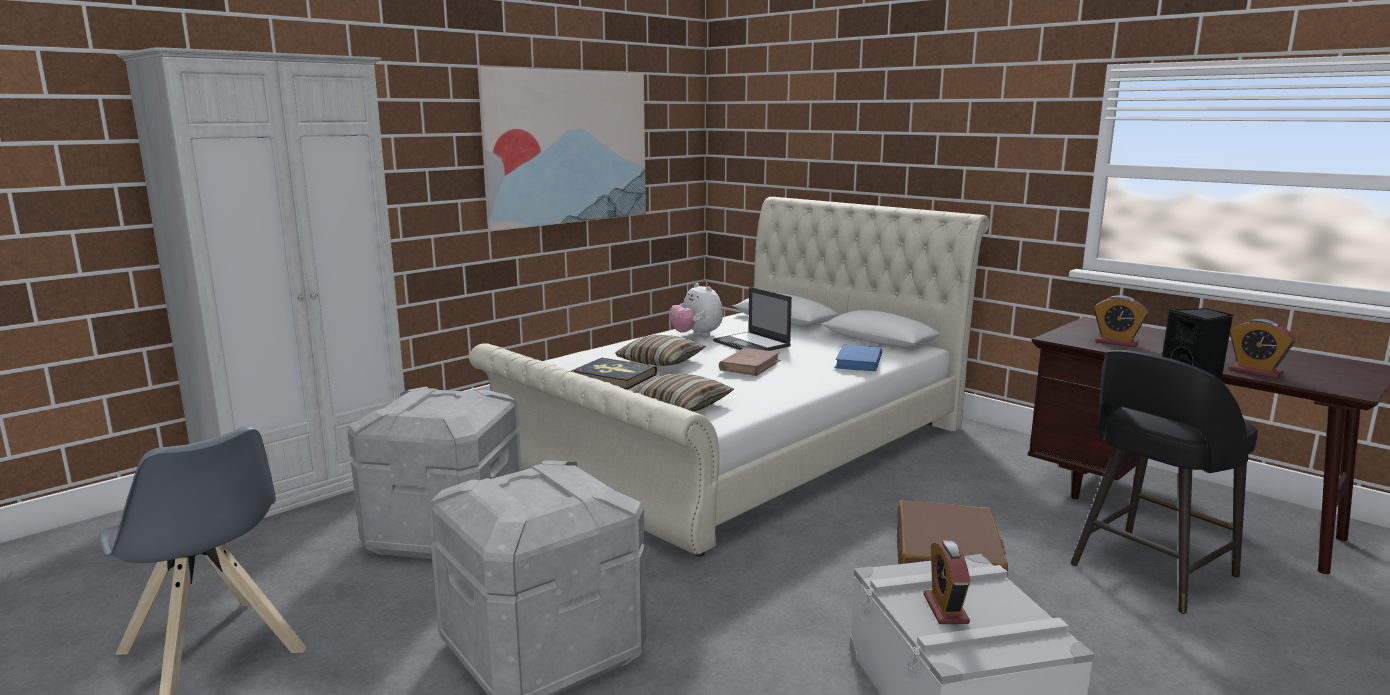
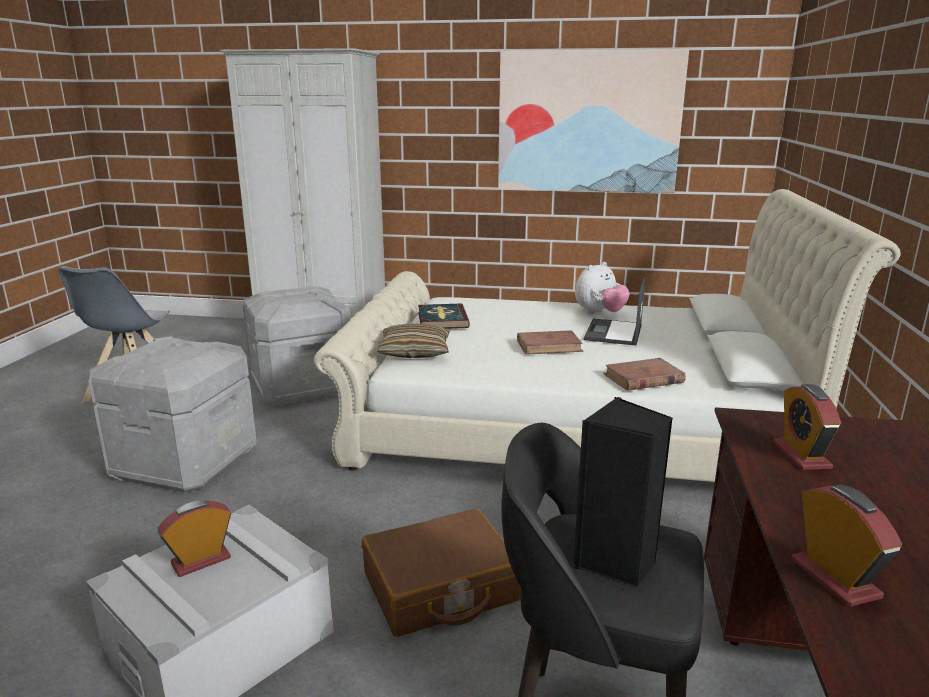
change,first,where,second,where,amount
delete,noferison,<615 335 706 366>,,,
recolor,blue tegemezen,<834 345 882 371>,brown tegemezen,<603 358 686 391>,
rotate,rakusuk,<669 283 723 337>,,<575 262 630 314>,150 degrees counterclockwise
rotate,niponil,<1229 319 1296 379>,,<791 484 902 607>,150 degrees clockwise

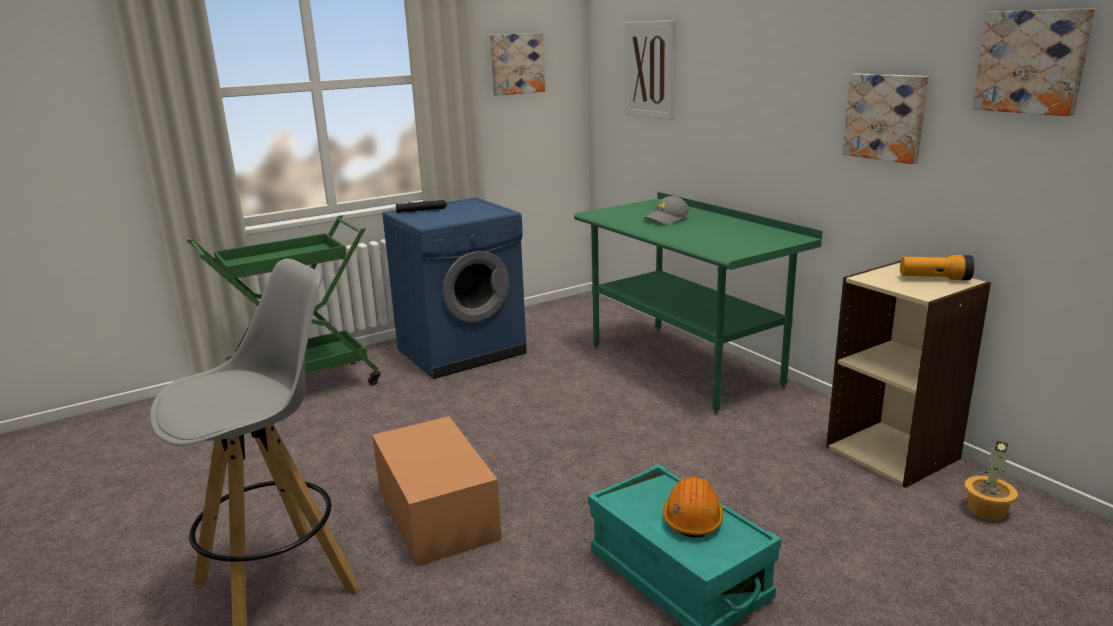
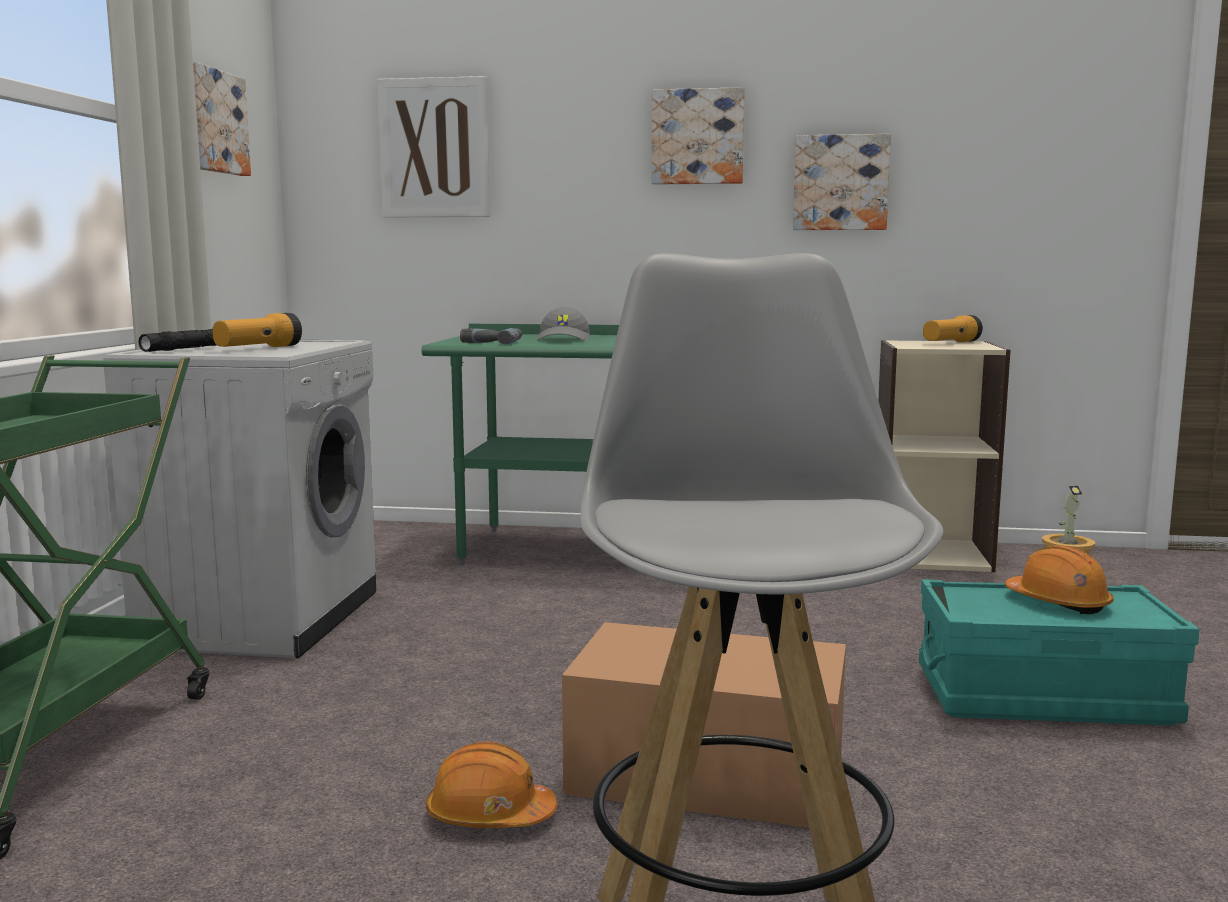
change,first,where,second,where,amount
insert,,,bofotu,<213 313 302 347>,
insert,,,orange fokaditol,<426 741 558 828>,
insert,,,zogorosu,<460 328 522 344>,
move,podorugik,<972 8 1095 116>,,<652 87 745 185>,
recolor,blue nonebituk,<382 197 527 379>,white nonebituk,<103 340 376 658>,

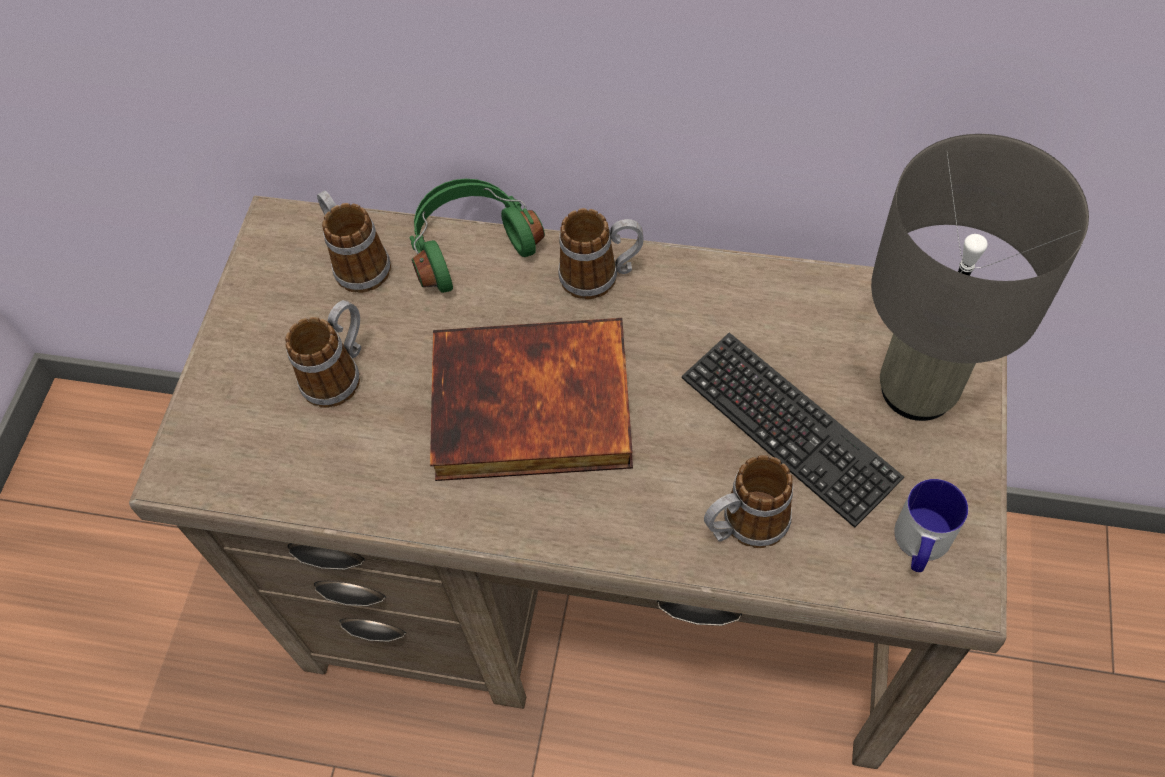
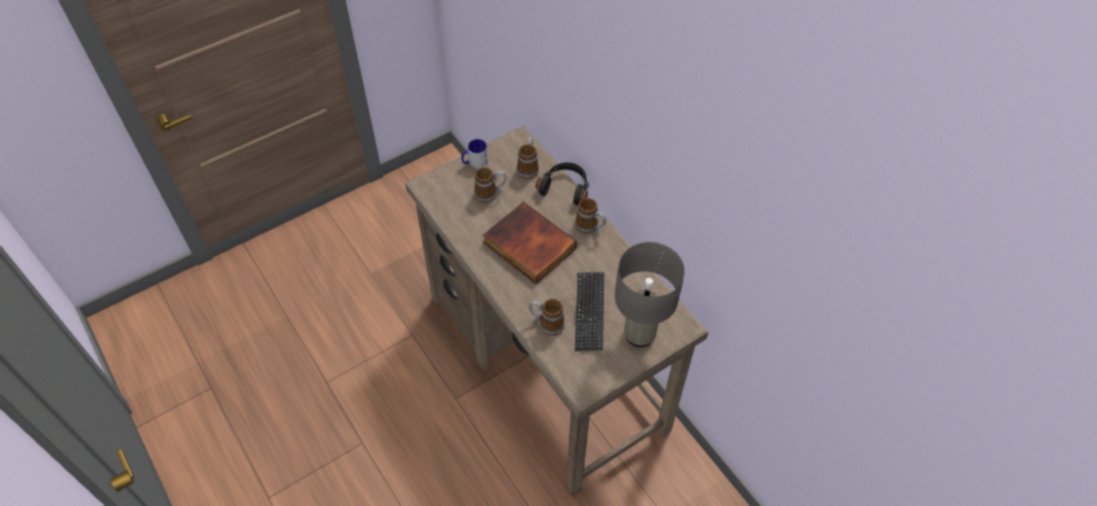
change,first,where,second,where,amount
move,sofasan,<894 479 968 572>,,<461 139 488 168>,
recolor,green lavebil,<410 179 545 293>,black lavebil,<535 162 589 205>,

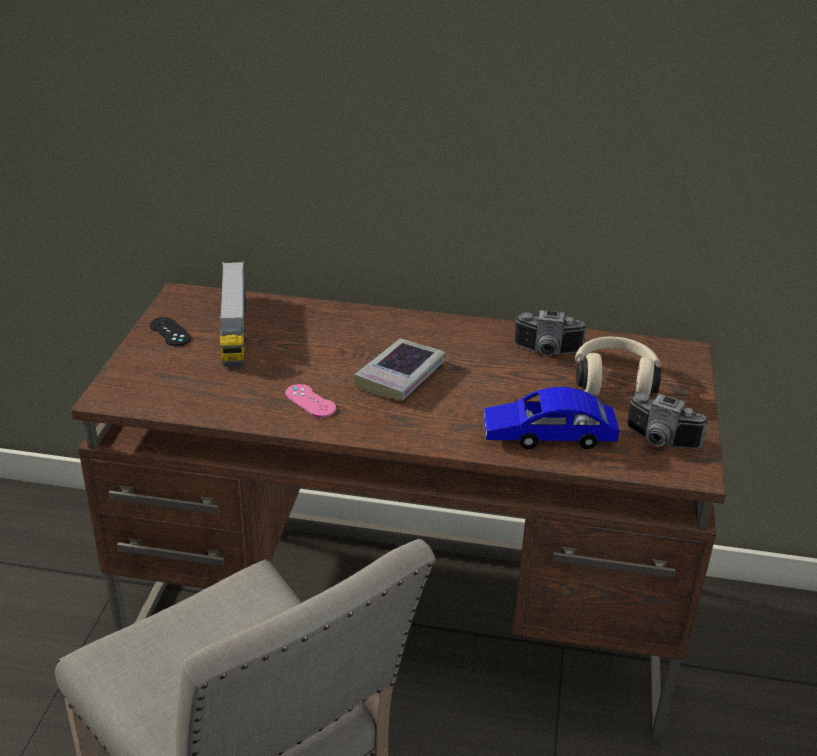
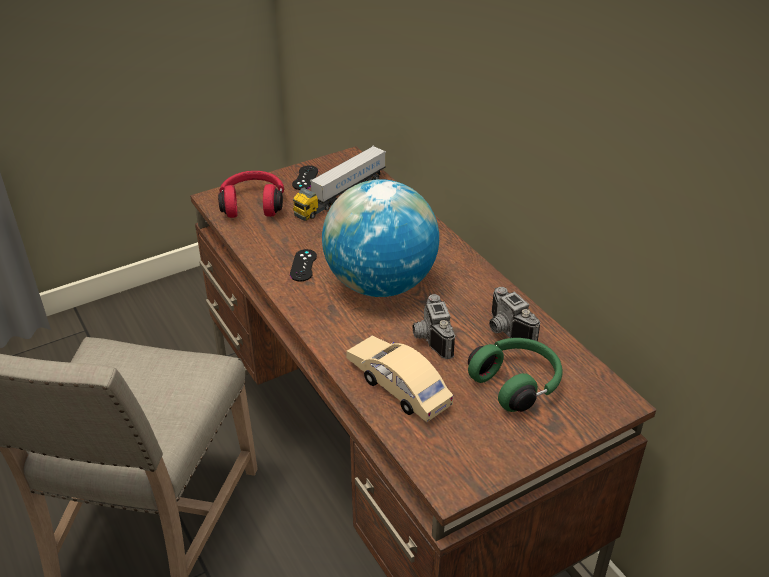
change,first,where,second,where,amount
insert,,,red lavebil,<218 171 284 218>,
move,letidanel,<626 393 709 449>,,<413 294 455 359>,
replace,tegemezen,<354 338 446 401>,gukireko,<322 179 439 297>,
recolor,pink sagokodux,<285 384 336 417>,black sagokodux,<290 249 317 282>,
recolor,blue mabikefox,<483 387 620 449>,beige mabikefox,<346 336 453 422>,
recolor,beige lavebil,<575 336 661 396>,green lavebil,<468 338 562 412>,

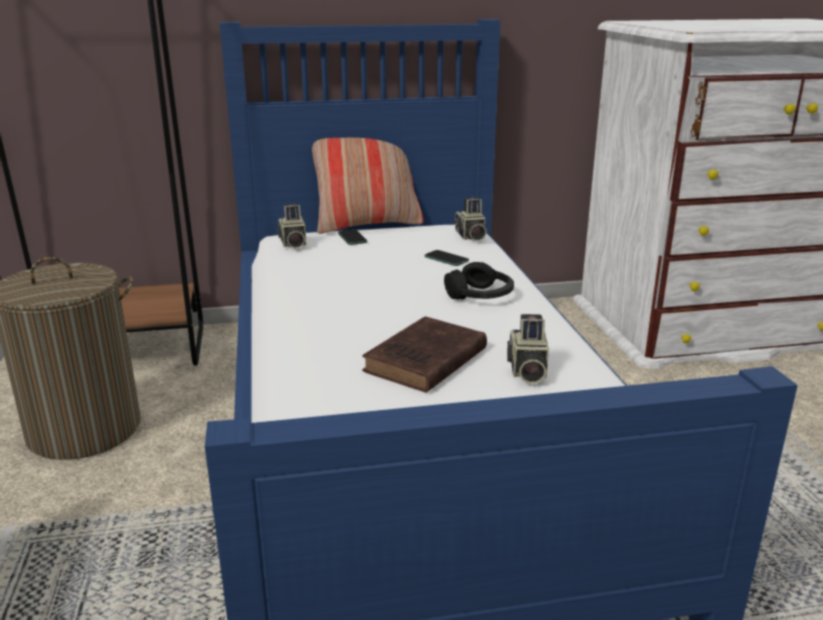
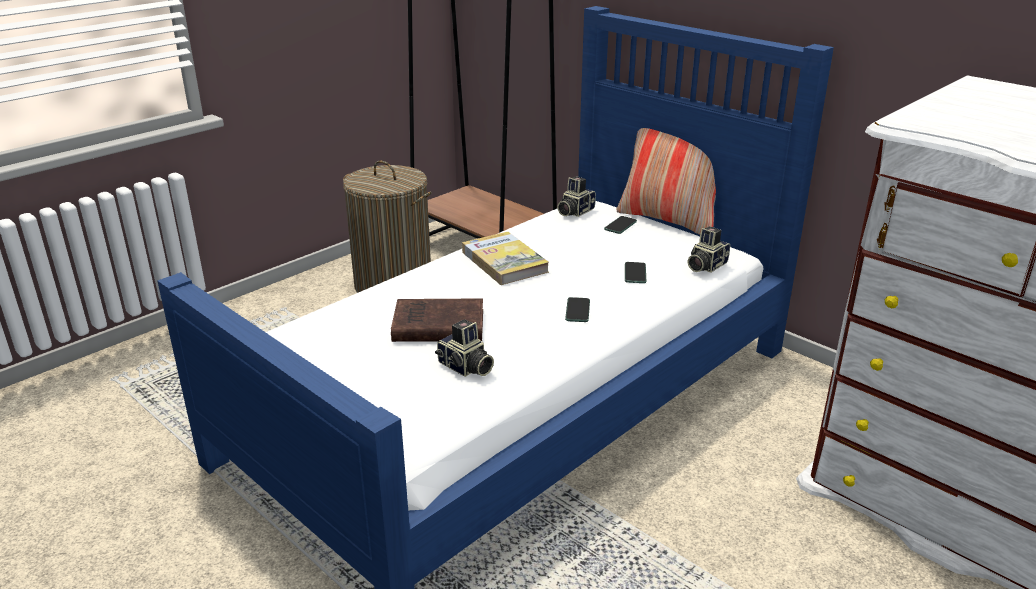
change,first,where,second,where,amount
insert,,,tegemezen,<462 232 549 285>,
replace,black lavebil,<444 262 514 299>,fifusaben,<565 297 590 322>,
rotate,letidanel,<507 314 549 384>,,<435 319 494 377>,105 degrees counterclockwise

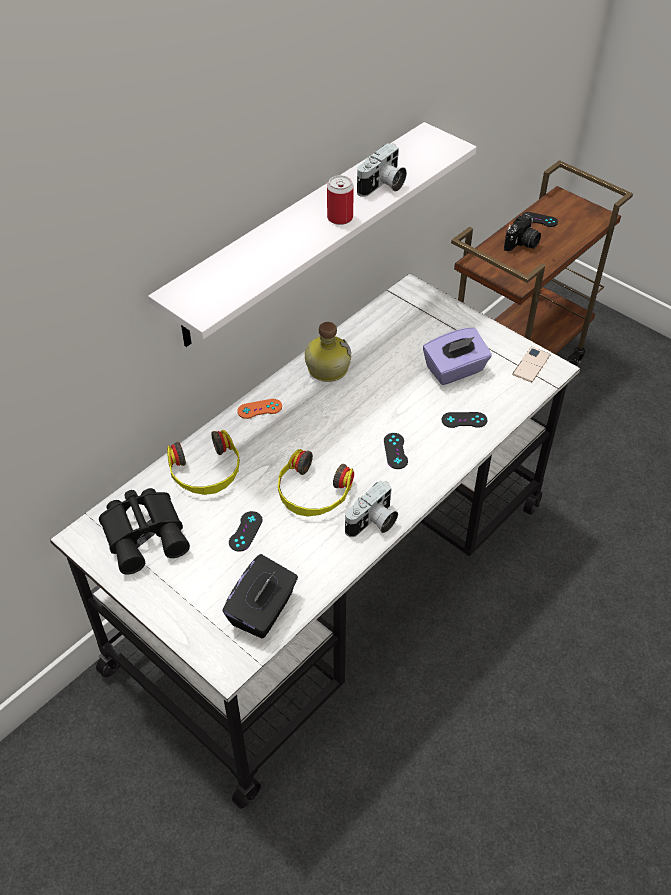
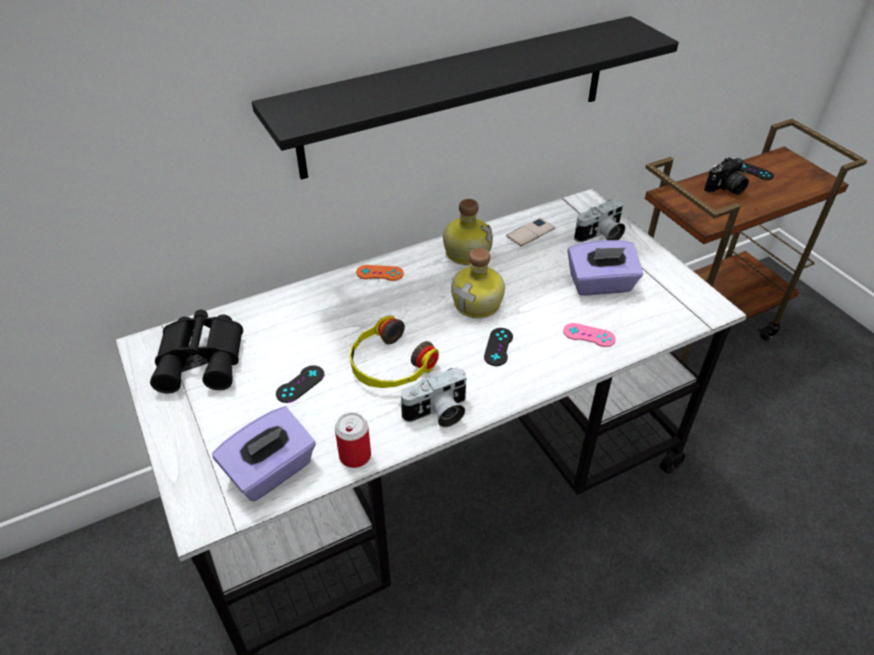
change,first,where,second,where,amount
delete,lavebil,<167 430 240 495>,,,
insert,,,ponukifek,<451 248 505 318>,
move,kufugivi,<327 175 354 225>,,<335 412 371 468>,
move,letidanel,<357 143 407 197>,,<574 199 625 243>,
move,fifusaben,<512 347 551 382>,,<506 218 555 246>,
recolor,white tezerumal,<148 122 477 347>,black tezerumal,<252 16 679 179>,
recolor,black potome,<222 554 298 638>,purple potome,<212 407 316 501>,
recolor,black sagokodux,<442 412 487 428>,pink sagokodux,<563 323 616 347>,

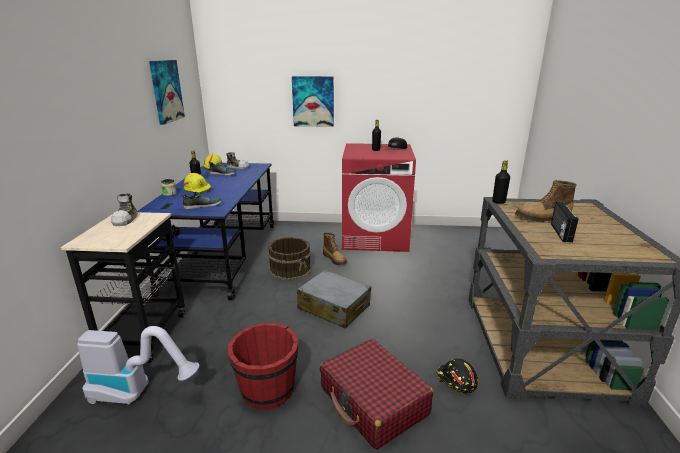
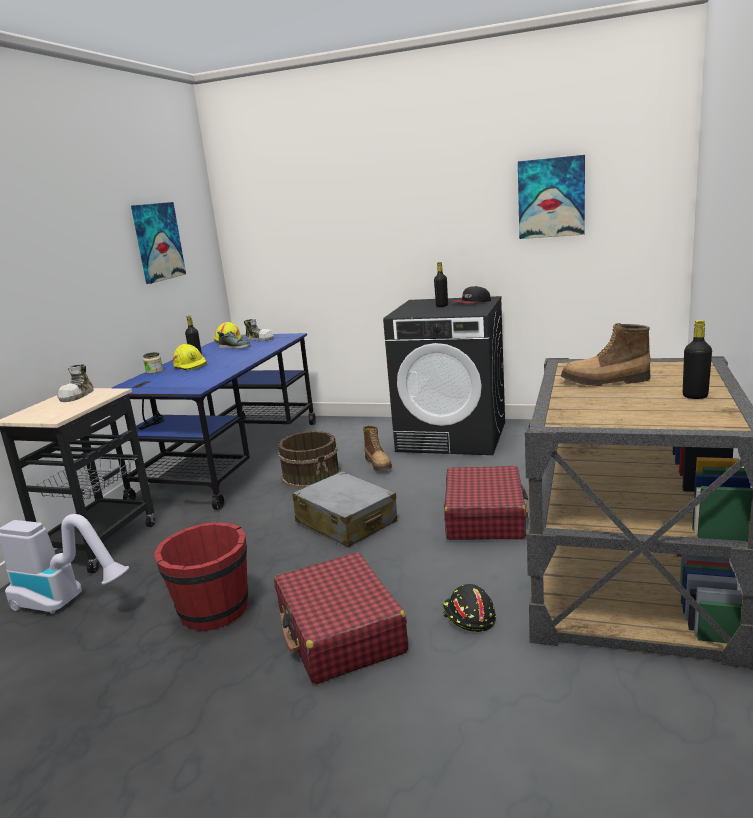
change,first,where,second,where,amount
delete,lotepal,<181 192 222 209>,,,
delete,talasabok,<551 202 578 243>,,,
insert,,,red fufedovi,<444 465 528 540>,
move,podorugik,<292 76 334 127>,,<518 155 585 239>,
move,black ponukifek,<492 160 510 204>,,<683 320 712 399>,
recolor,red nonebituk,<342 143 416 252>,black nonebituk,<383 296 505 455>,

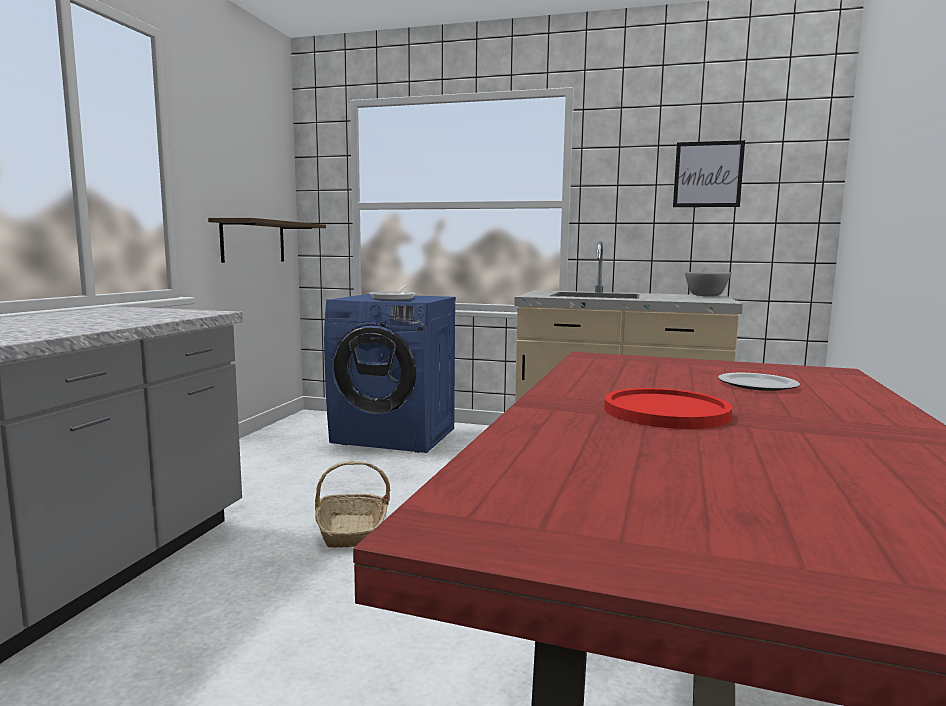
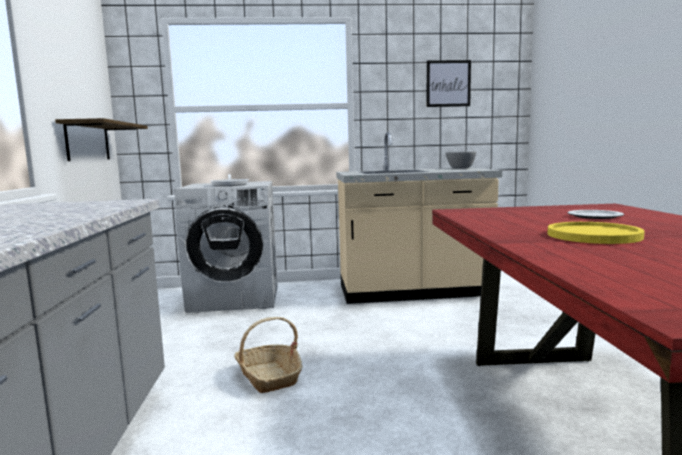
change,first,where,second,where,amount
recolor,blue nonebituk,<324 294 456 453>,white nonebituk,<175 181 278 313>,
recolor,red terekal,<604 388 732 429>,yellow terekal,<548 222 645 244>,

